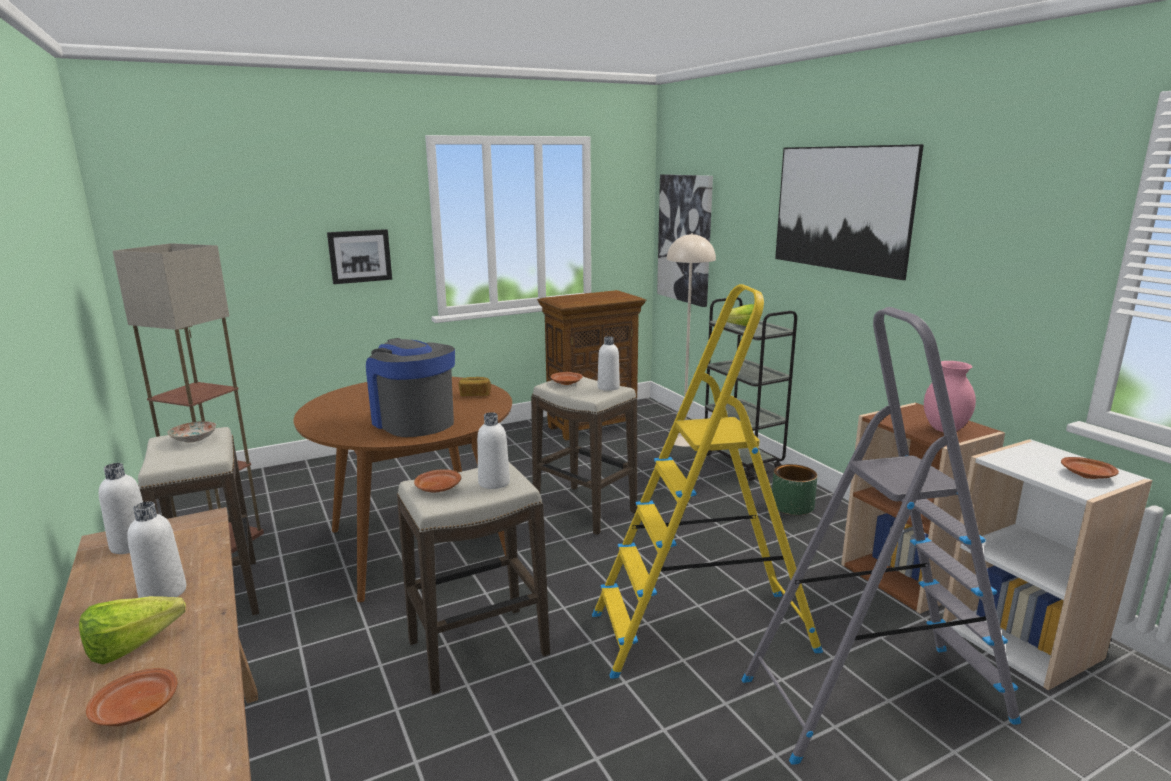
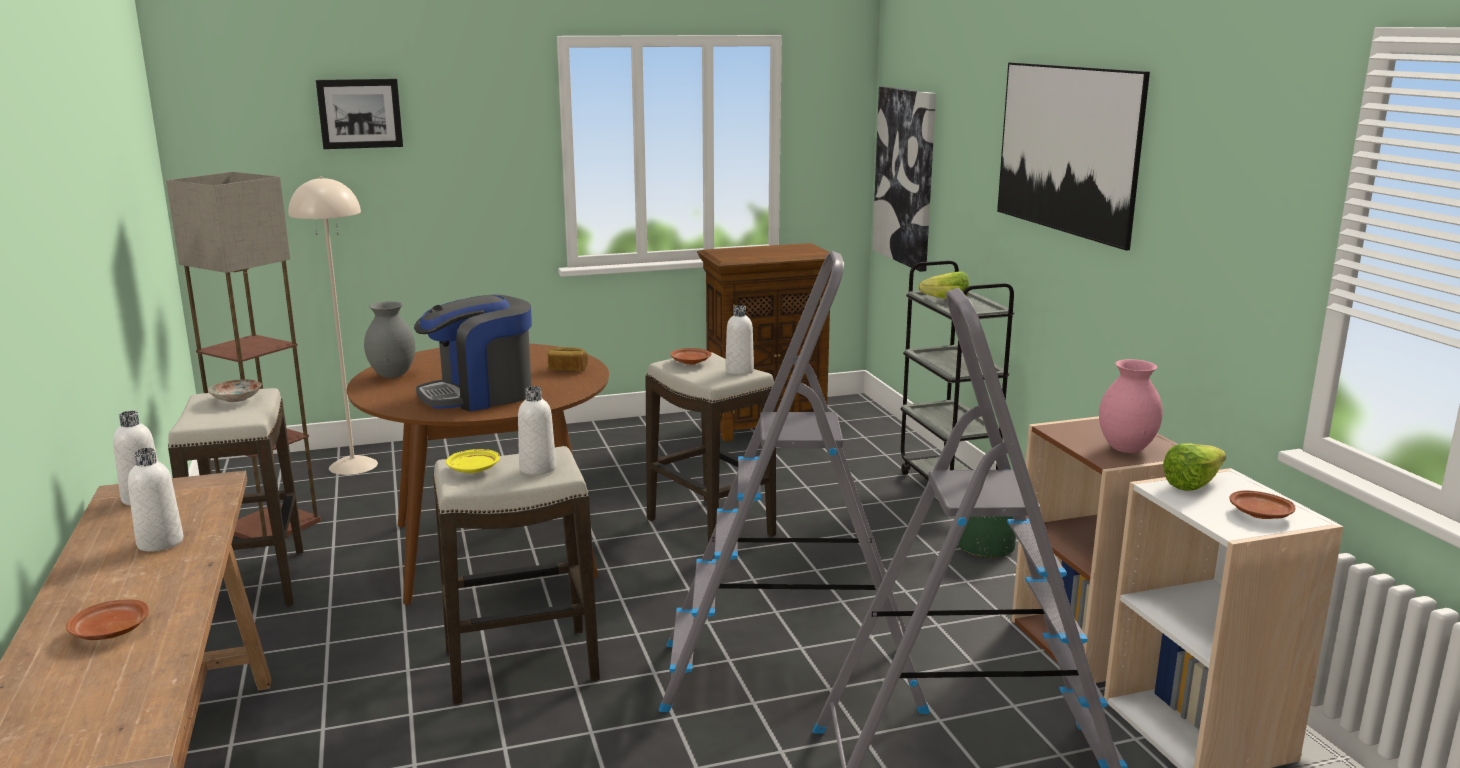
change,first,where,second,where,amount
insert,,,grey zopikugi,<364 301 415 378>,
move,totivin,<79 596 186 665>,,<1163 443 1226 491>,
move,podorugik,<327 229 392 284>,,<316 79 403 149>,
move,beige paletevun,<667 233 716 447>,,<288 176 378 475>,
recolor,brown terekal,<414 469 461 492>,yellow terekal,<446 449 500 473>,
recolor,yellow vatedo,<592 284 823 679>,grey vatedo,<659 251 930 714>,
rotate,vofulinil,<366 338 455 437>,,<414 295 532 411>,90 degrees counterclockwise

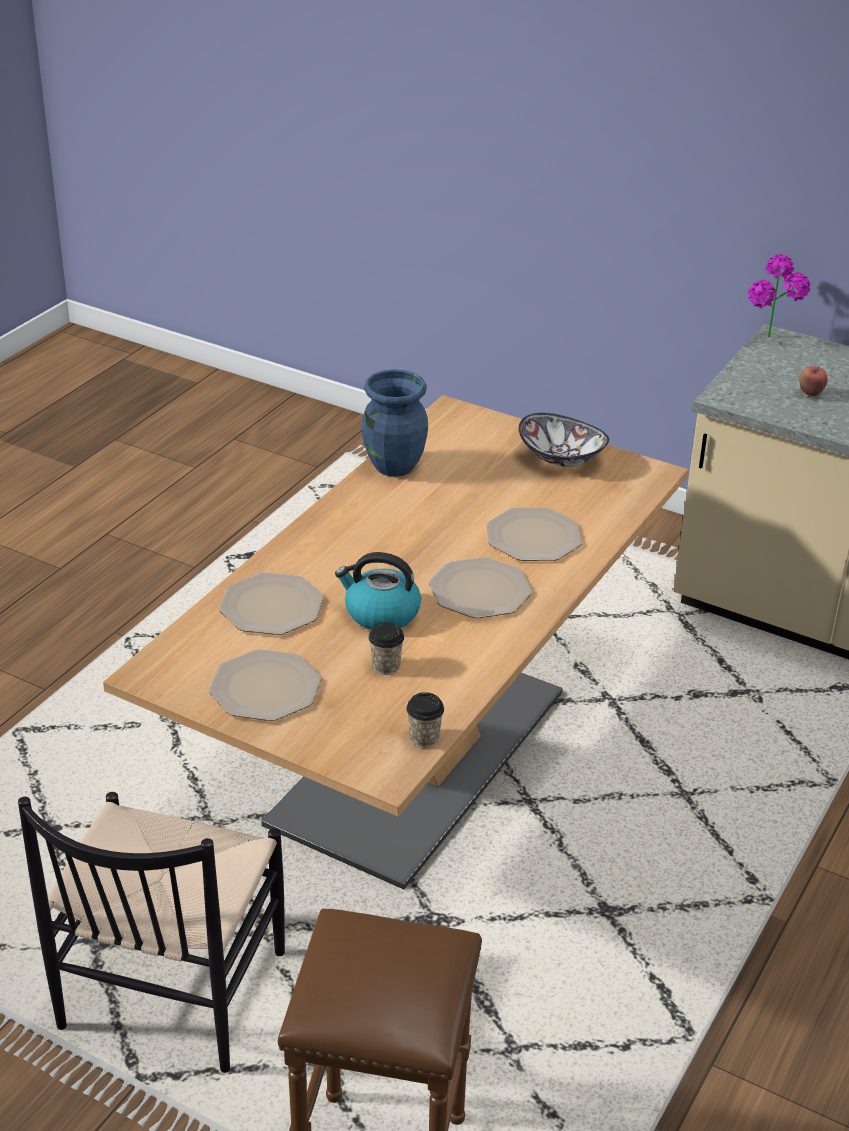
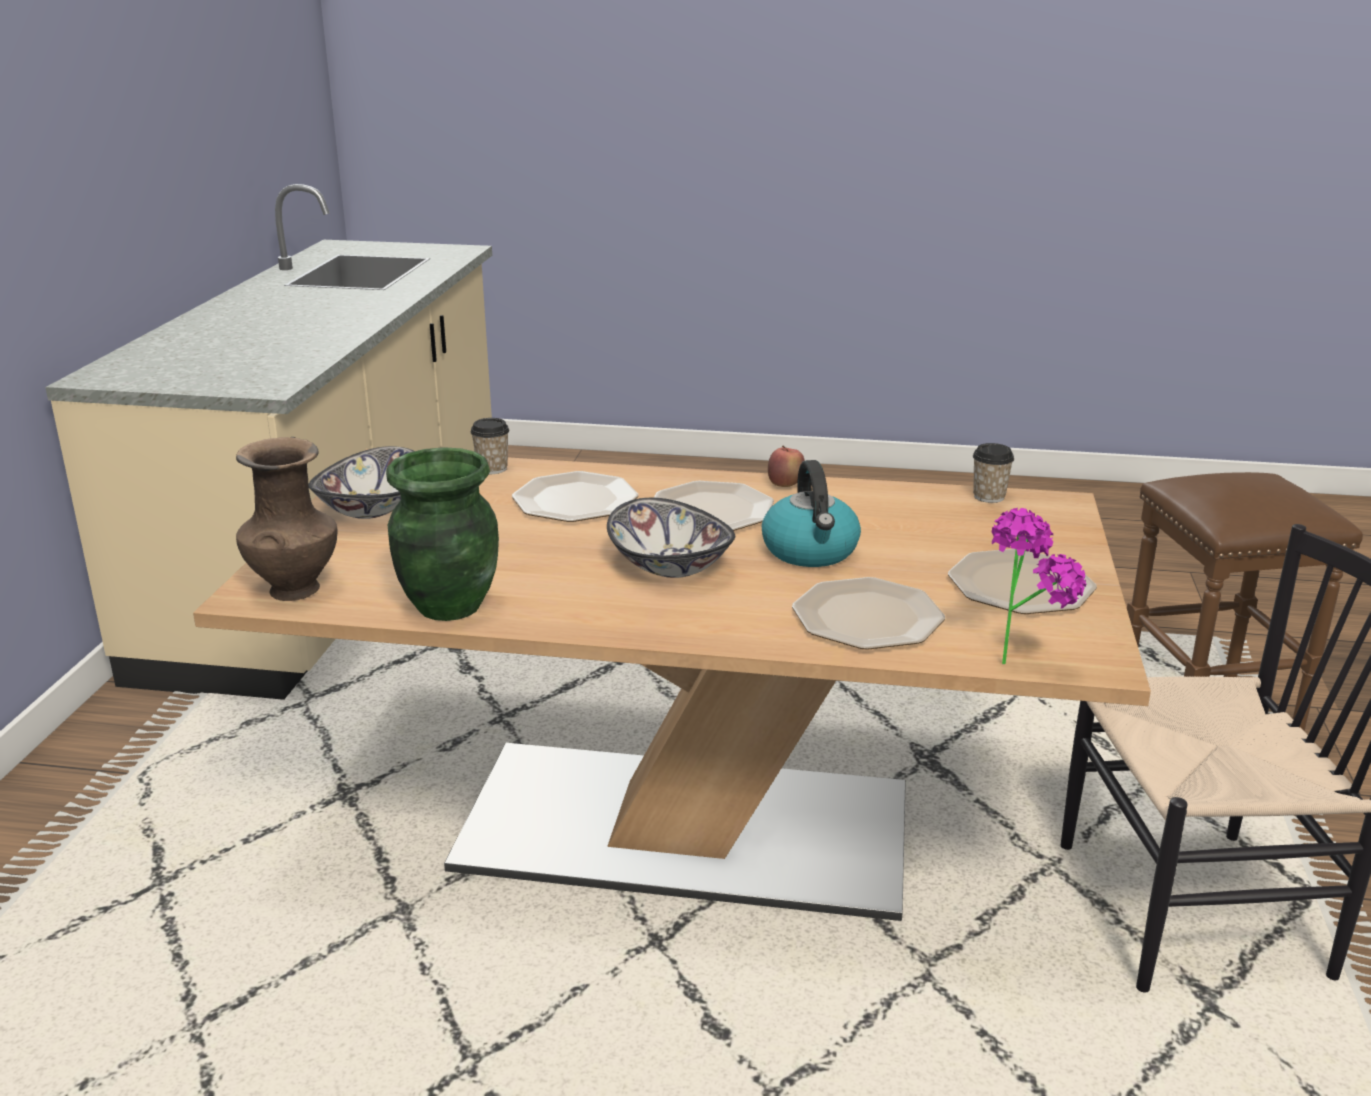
change,first,where,second,where,amount
insert,,,brown zopikugi,<236 437 338 601>,
insert,,,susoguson,<607 498 735 578>,
move,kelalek,<369 622 404 675>,,<470 418 509 474>,
move,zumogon,<748 254 811 337>,,<992 508 1086 664>,
move,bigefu,<800 366 828 396>,,<768 445 805 487>,
recolor,blue zopikugi,<361 369 428 477>,green zopikugi,<386 447 499 621>,

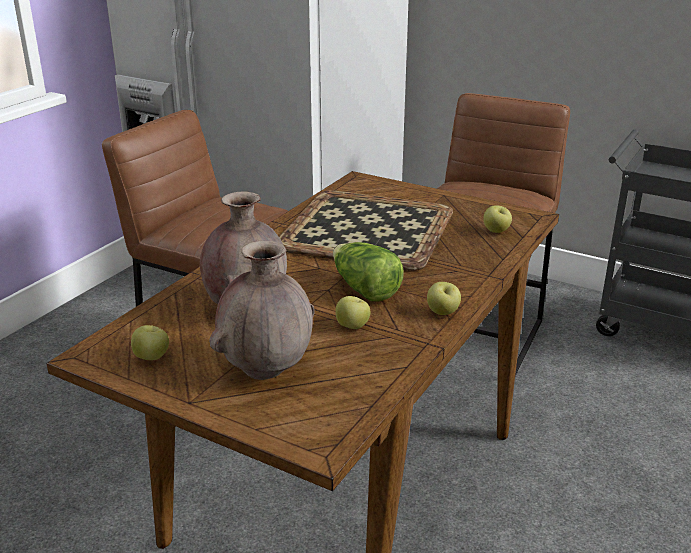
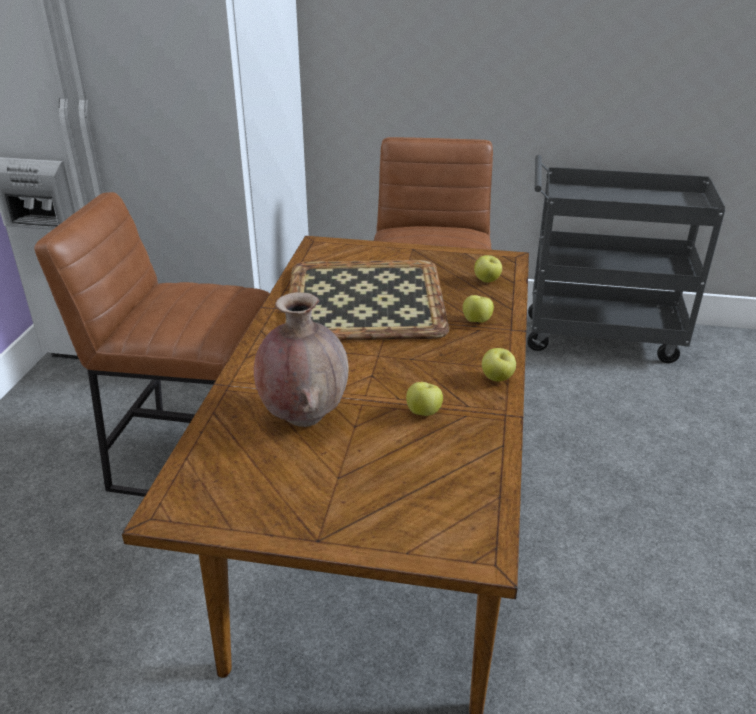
change,first,where,second,where,amount
delete,brown zopikugi,<209 241 315 380>,,,
delete,totivin,<333 242 403 301>,,,
move,bigefu,<131 325 169 360>,,<463 295 494 322>,

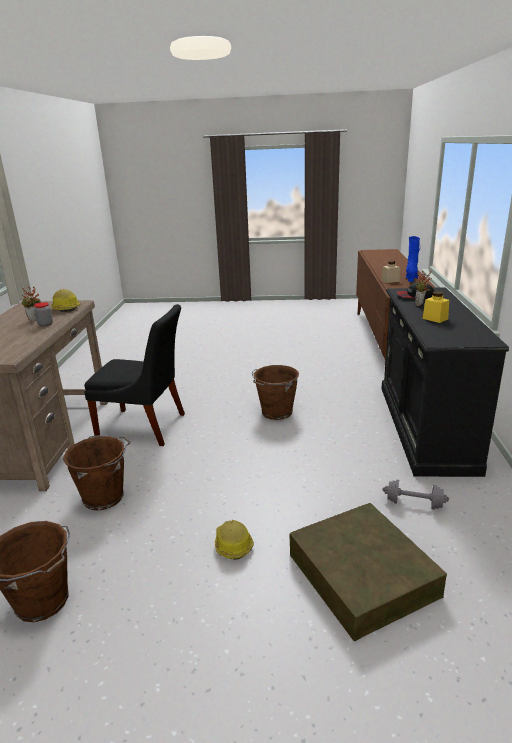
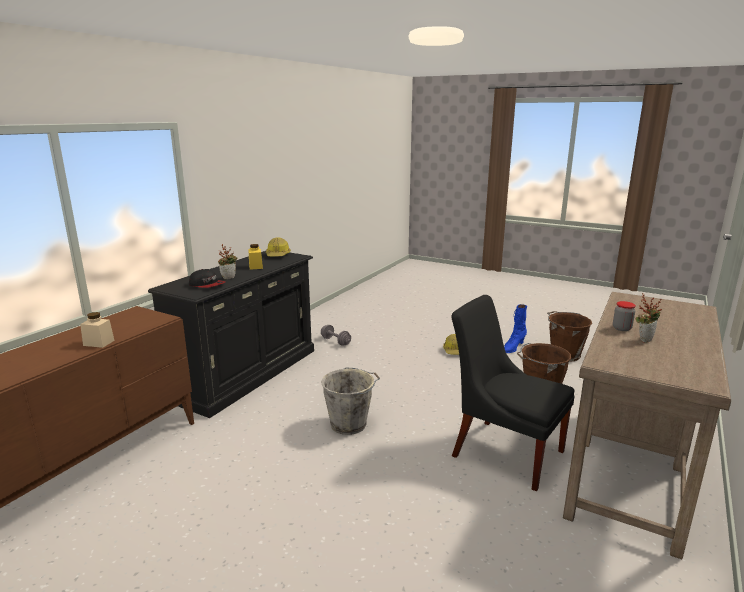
change,first,where,second,where,amount
delete,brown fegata,<289 503 447 641>,,,
move,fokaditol,<51 289 81 312>,,<266 237 291 257>,
move,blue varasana,<406 236 420 282>,,<504 304 527 353>,
recolor,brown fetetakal,<252 365 299 420>,grey fetetakal,<321 367 380 435>,

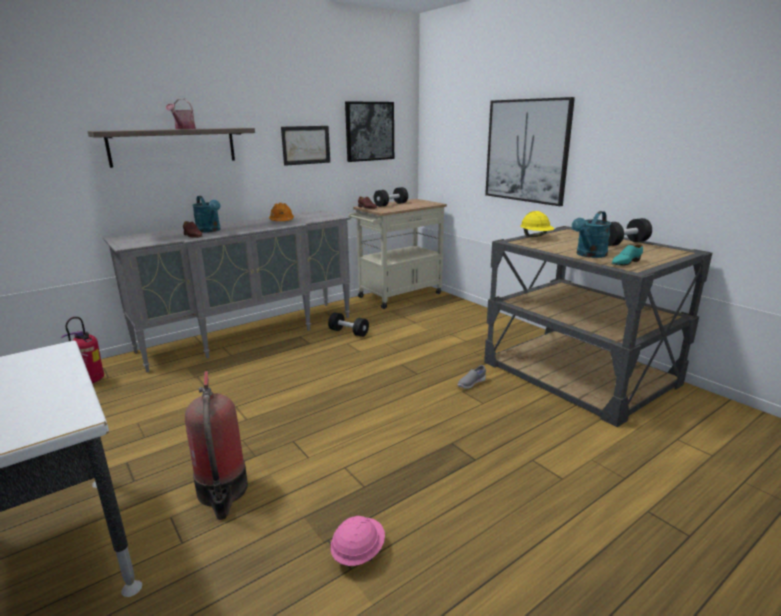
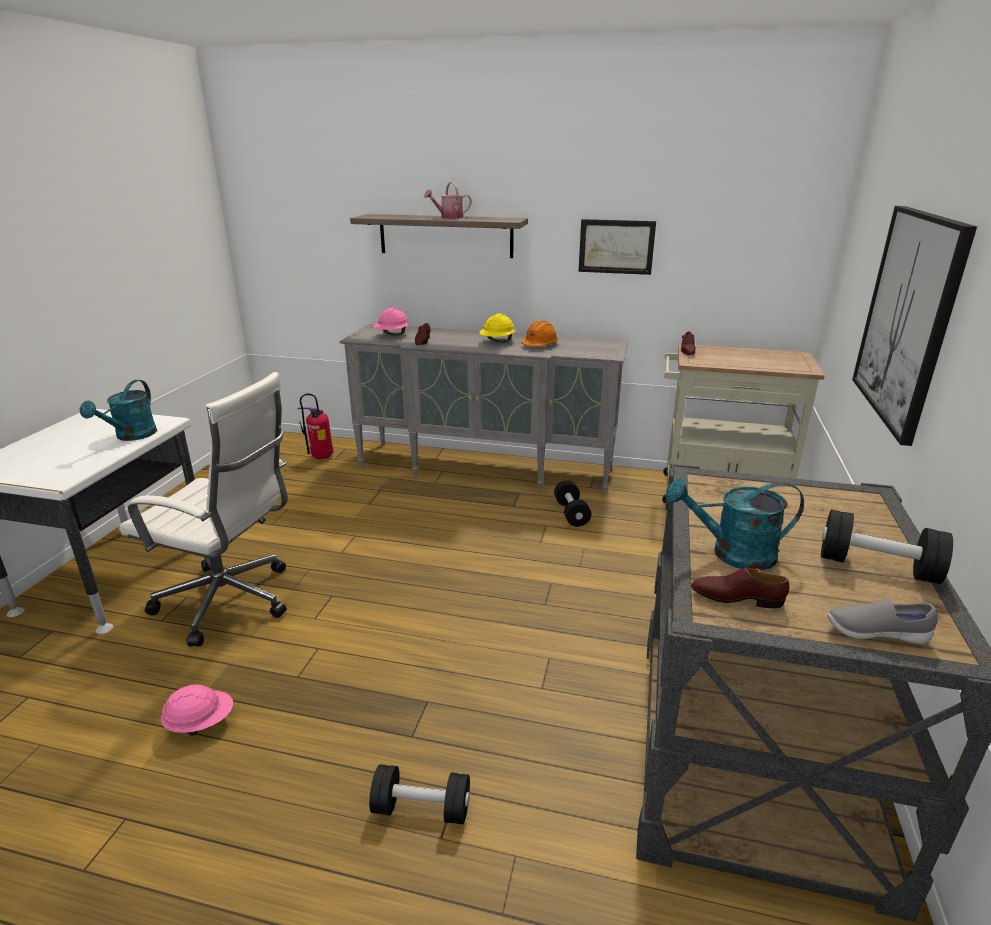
change,first,where,second,where,amount
delete,podorugik,<345 101 394 162>,,,
insert,,,pink fokaditol,<373 308 409 336>,
move,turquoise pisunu,<192 196 221 233>,,<80 380 157 441>,
move,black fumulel,<374 187 408 207>,,<369 764 470 824>,
move,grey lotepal,<458 365 486 389>,,<827 599 938 644>,
move,yellow fokaditol,<520 211 554 237>,,<479 314 515 342>,
replace,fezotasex,<185 371 248 520>,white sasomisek,<119 372 288 647>,
recolor,turquoise lotepal,<612 244 643 266>,brown lotepal,<691 568 789 609>,

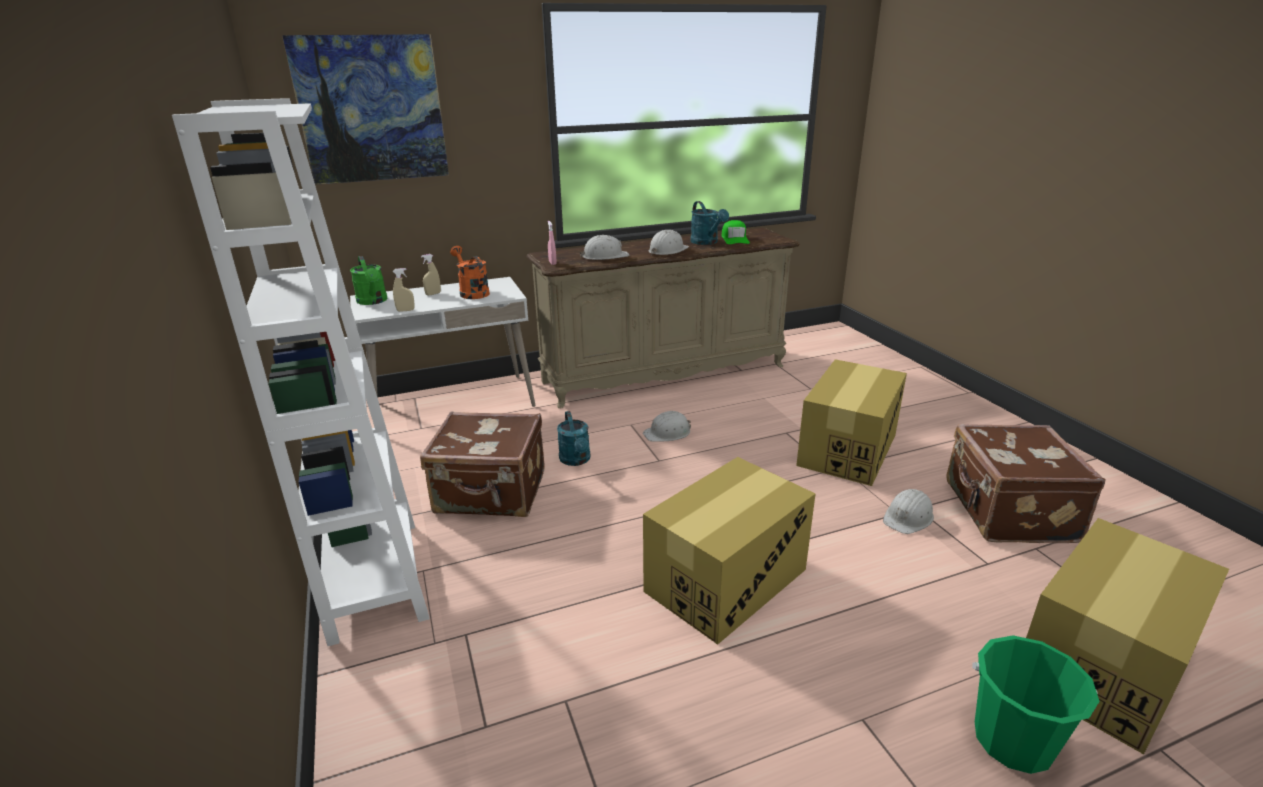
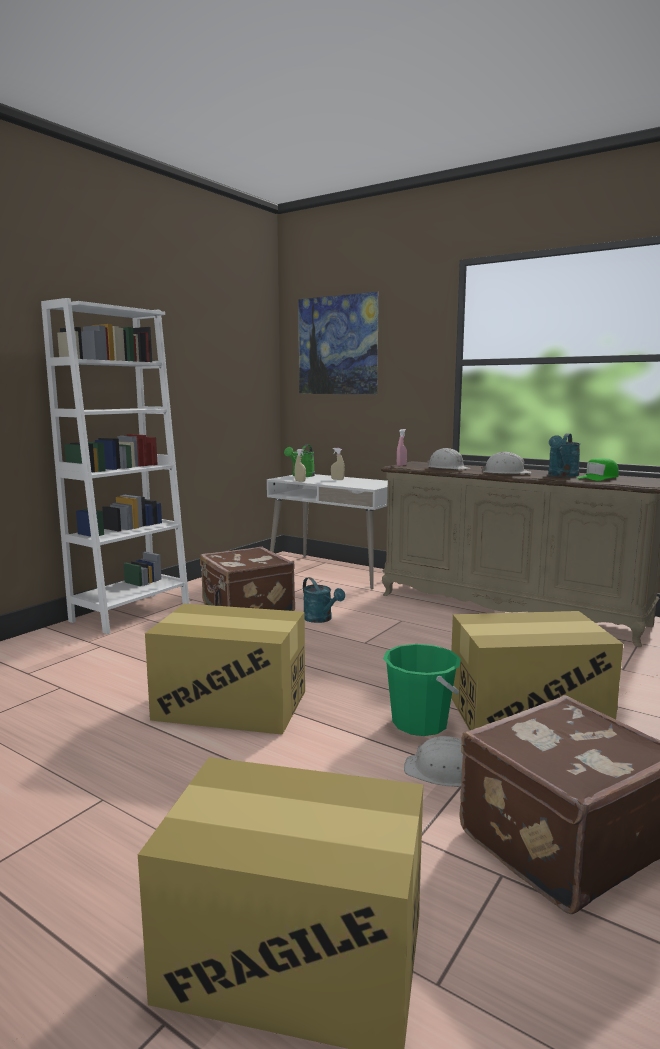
change,first,where,second,where,amount
delete,orange pisunu,<450 246 490 299>,,,
delete,white fokaditol,<643 411 691 442>,,,
move,green fetetakal,<972 635 1100 774>,,<383 644 461 736>,
rotate,turquoise pisunu,<557 411 590 466>,,<303 577 345 623>,75 degrees counterclockwise

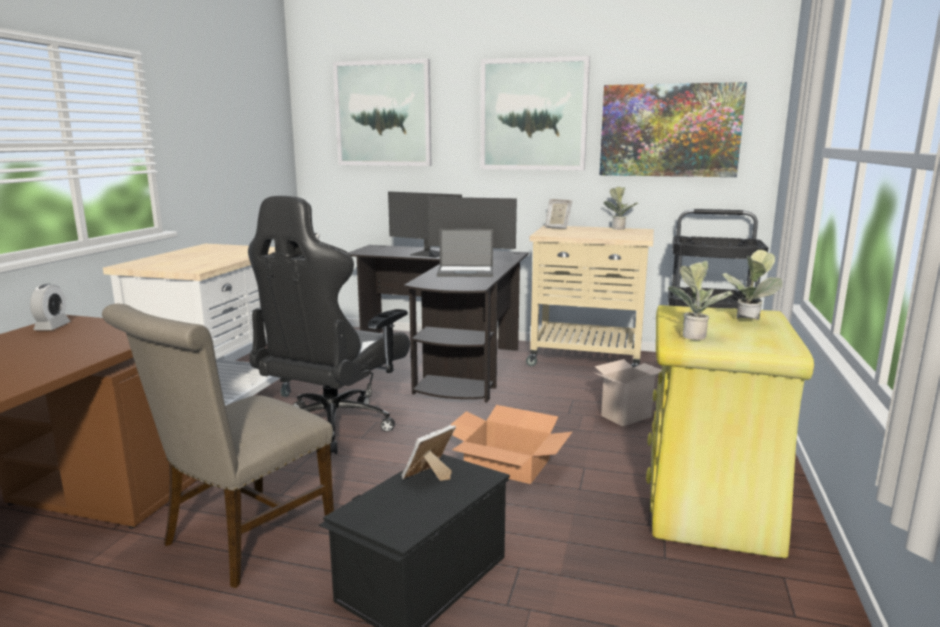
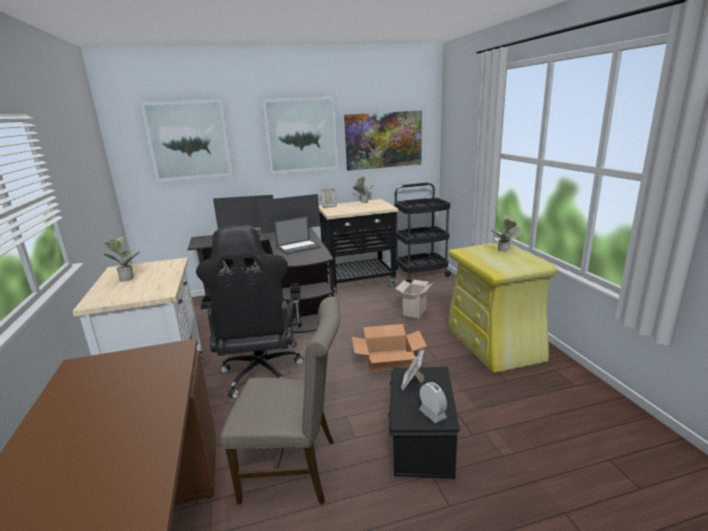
change,first,where,second,where,amount
move,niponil,<30 284 71 330>,,<419 382 447 423>,
move,zumogon,<668 261 734 340>,,<104 236 140 282>,
recolor,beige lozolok,<526 225 654 368>,black lozolok,<319 199 398 296>,
rotate,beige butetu,<102 304 334 588>,,<220 296 340 504>,90 degrees counterclockwise

